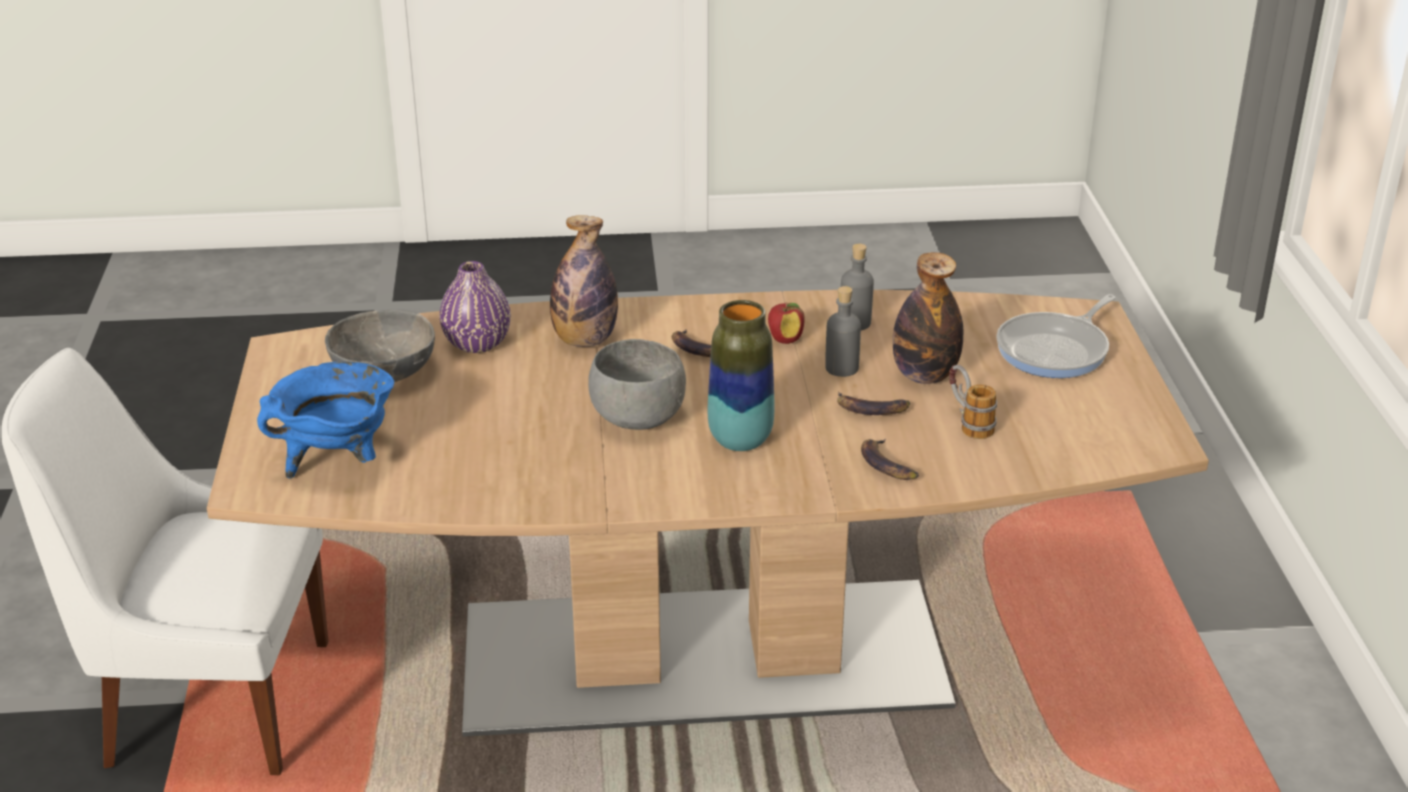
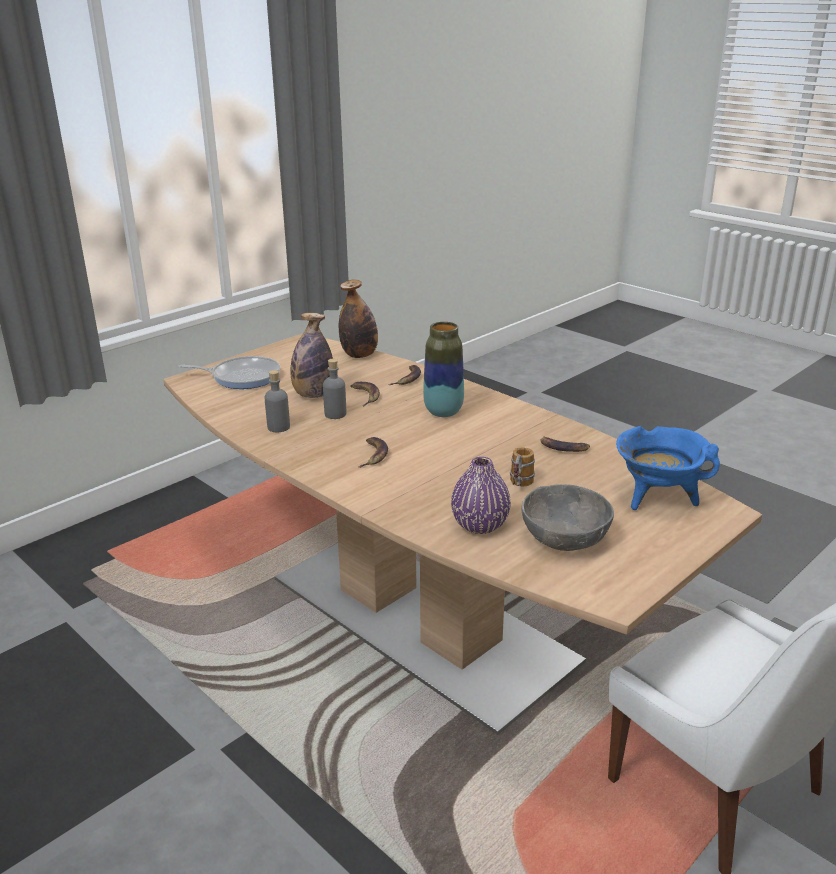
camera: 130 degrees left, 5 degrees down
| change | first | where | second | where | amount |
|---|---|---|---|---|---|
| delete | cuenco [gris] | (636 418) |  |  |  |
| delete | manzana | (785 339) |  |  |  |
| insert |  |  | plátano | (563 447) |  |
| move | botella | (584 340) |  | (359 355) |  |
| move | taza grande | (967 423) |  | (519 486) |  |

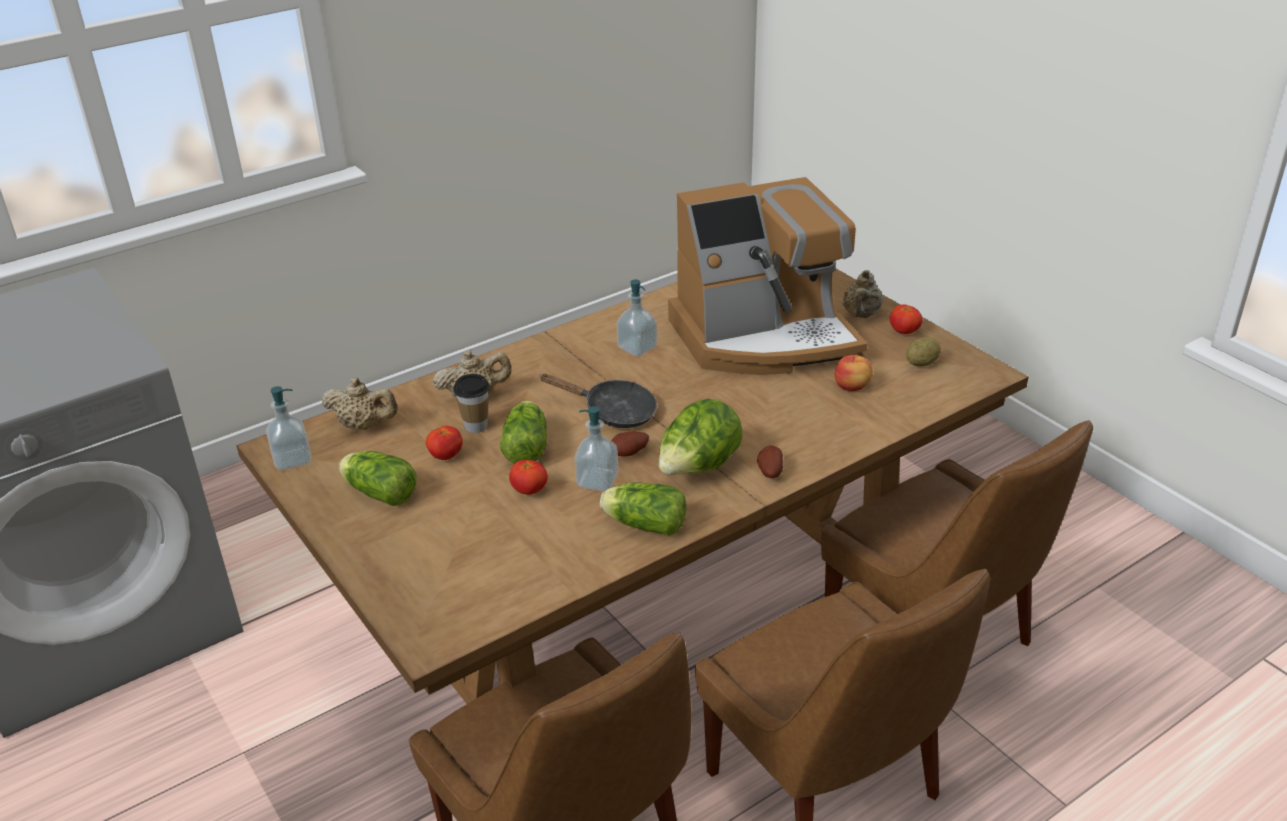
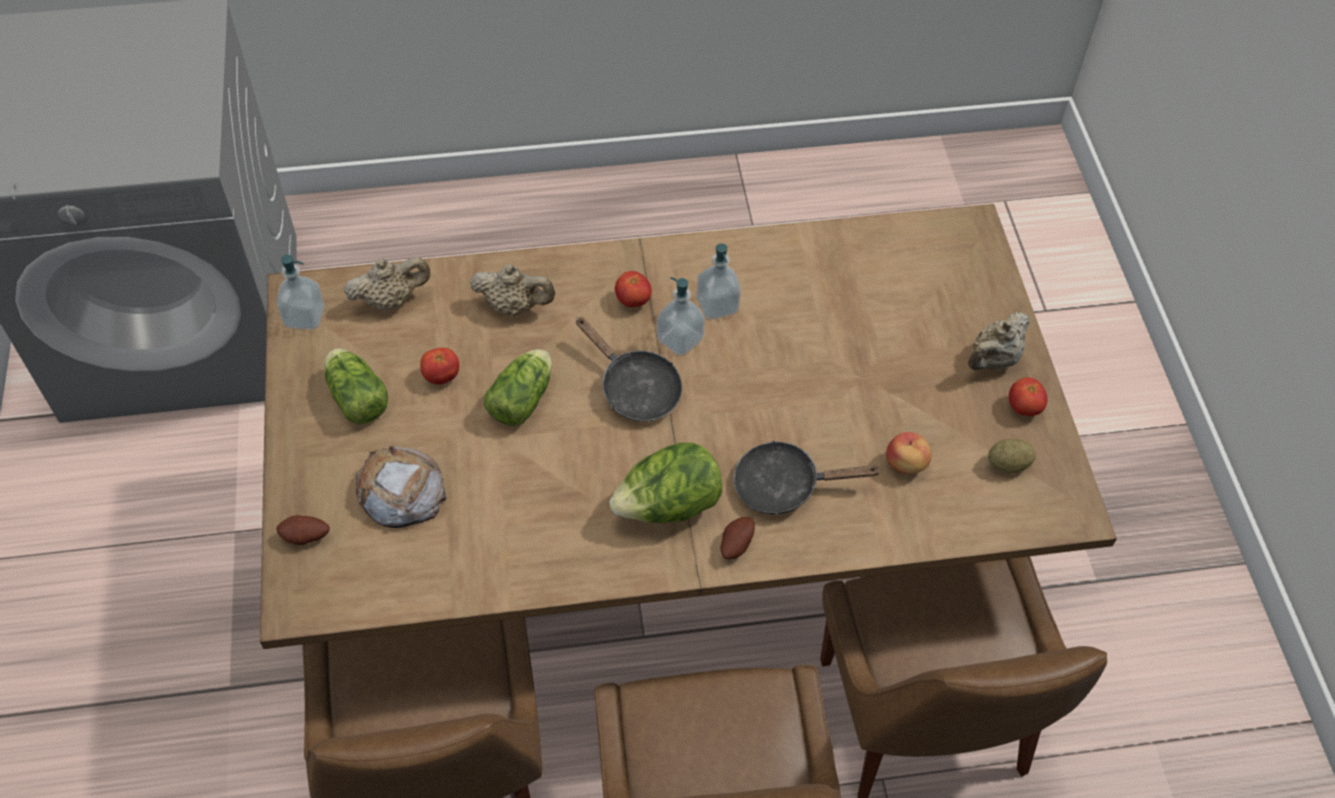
camera: 25 degrees right, 20 degrees up
| change | first | where | second | where | amount |
|---|---|---|---|---|---|
| delete | taza | (476 426) |  |  |  |
| delete | lechuga | (642 524) |  |  |  |
| delete | cafetera | (764 338) |  |  |  |
| insert |  |  | pan | (400 491) |  |
| insert |  |  | sartén [negro] | (784 485) |  |
| move | tomate | (529 491) |  | (633 301) |  |
| move | dispensador de jabón | (597 481) |  | (680 339) |  |
| move | patata | (629 454) |  | (305 538) |  |
| rotate | tetera [beis] | (364 426) |  | (391 300) | 60 degrees counterclockwise |

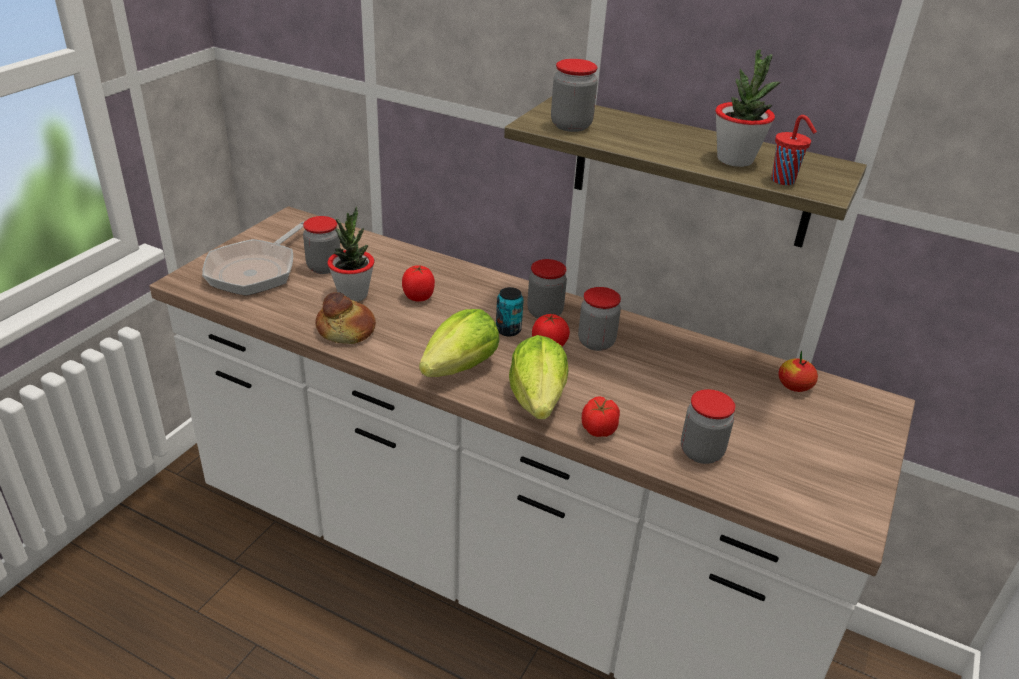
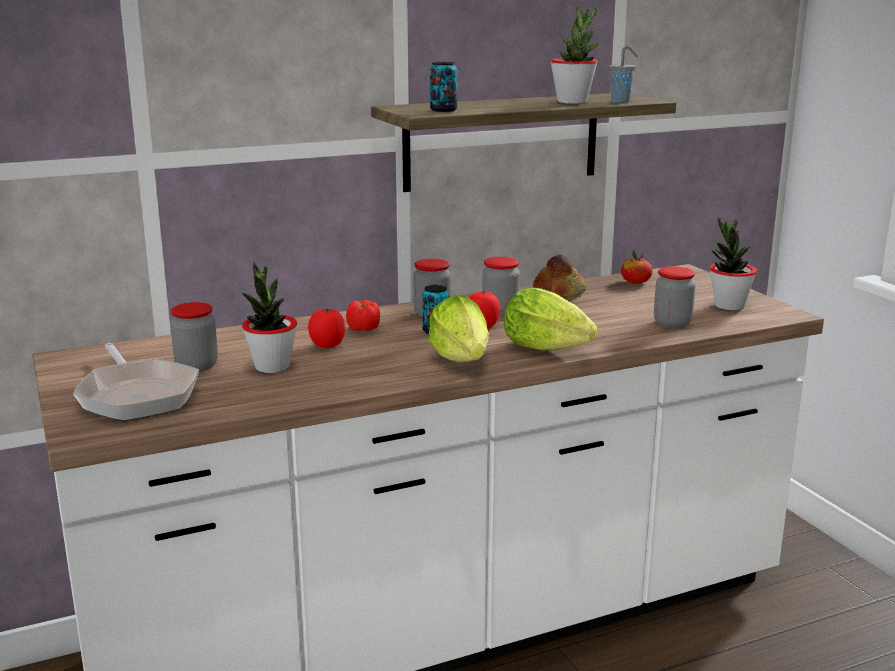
camera: 50 degrees left, 15 degrees down
| change | first | where | second | where | amount |
|---|---|---|---|---|---|
| insert |  |  | planta en maceta | (729 306) |  |
| move | pan | (346 330) |  | (558 292) |  |
| move | tomate | (598 430) |  | (364 329) |  |
| replace | tarro | (571 126) | lata | (443 110) |  |
| recolor | taza [rojo] | (784 181) | taza [gris] | (621 101) |  |

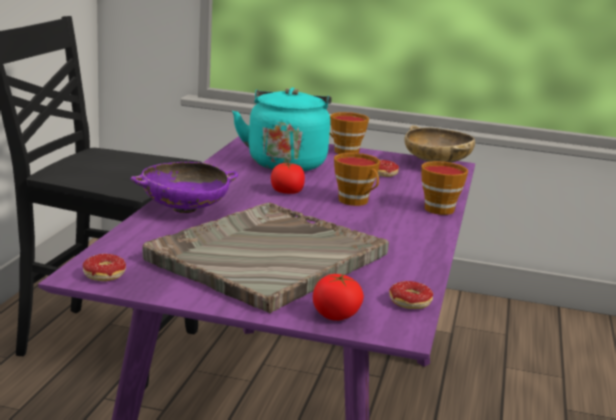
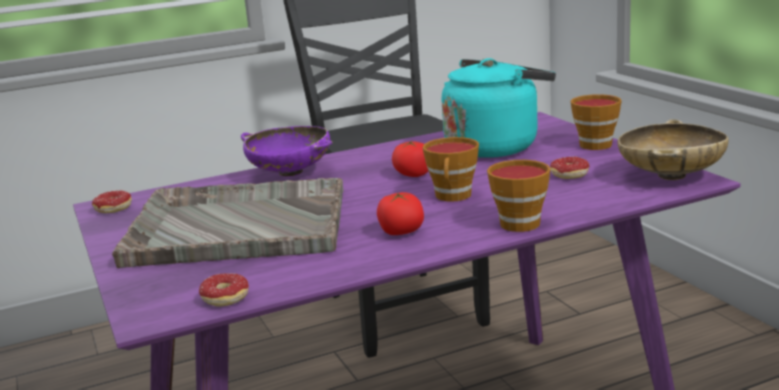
camera: 55 degrees right, 0 degrees up
| change | first | where | second | where | amount |
|---|---|---|---|---|---|
| move | tomate | (336 315) |  | (401 232) |  |

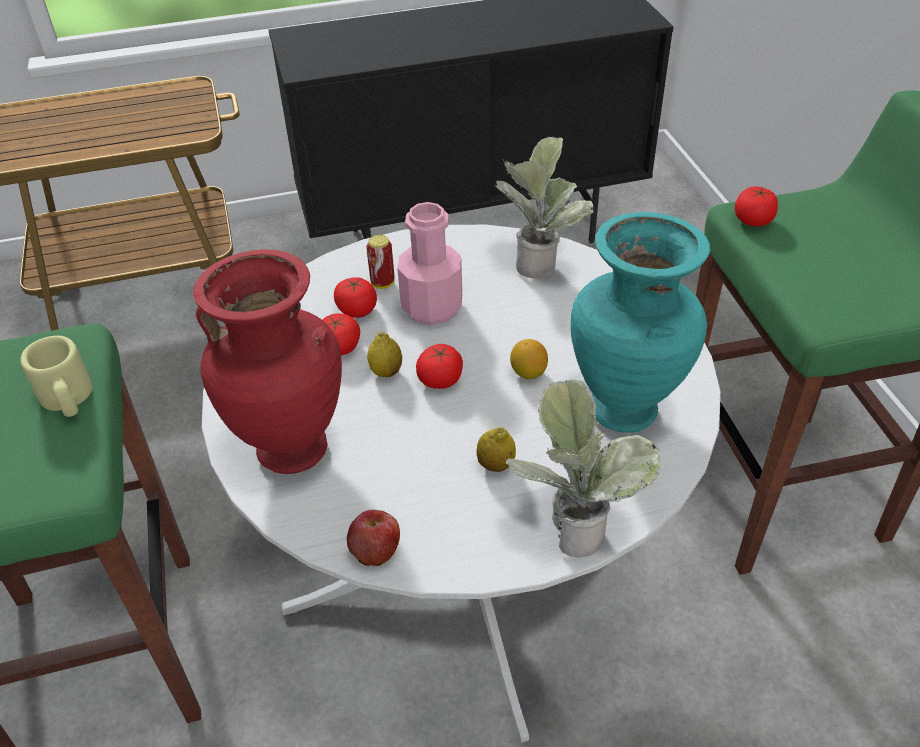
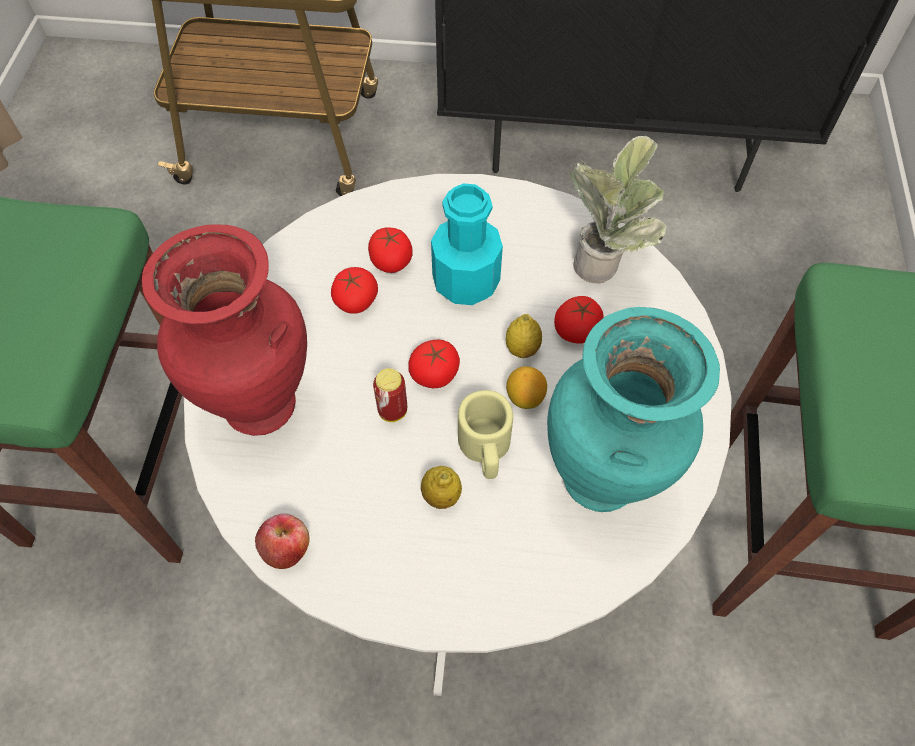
camera: 20 degrees right, 15 degrees up
| change | first | where | second | where | amount |
|---|---|---|---|---|---|
| delete | planta en maceta | (573 524) |  |  |  |
| move | taza grande [beis] | (68 399) |  | (485 449) |  |
| move | lata | (382 283) |  | (392 411) |  |
| move | limón | (386 372) |  | (522 349) |  |
| move | tomate | (753 219) |  | (577 330) |  |
| recolor | botella [rosa] | (432 307) | botella [turquesa] | (466 282) |  |

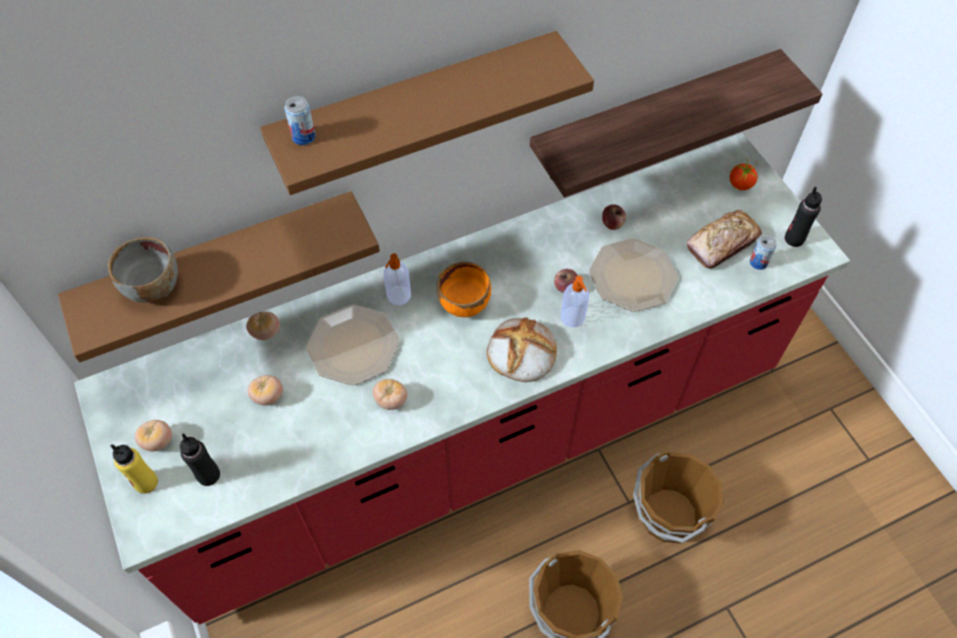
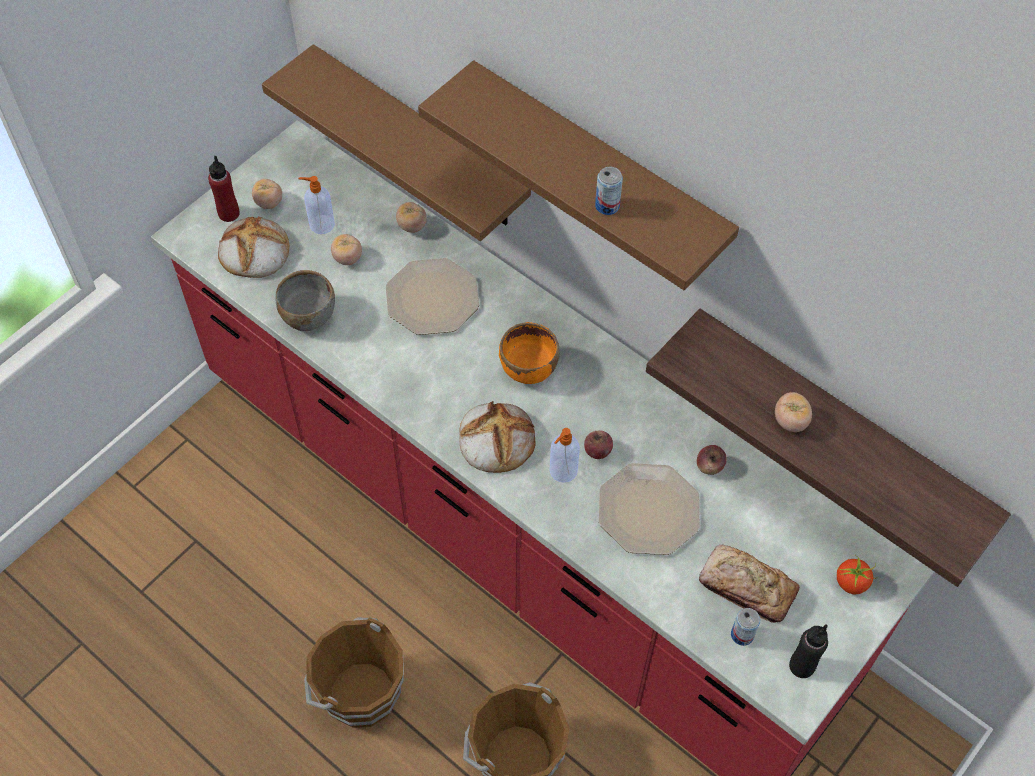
camera: 65 degrees right, 0 degrees up
| change | first | where | second | where | amount |
|---|---|---|---|---|---|
| move | cuenco [gris] | (152 286) |  | (308 315) |  |
| move | lata | (303 136) |  | (607 206) |  |
| move | tomate | (391 400) |  | (790 421) |  |
| move | dispensador de jabón | (398 296) |  | (321 224) |  |
| replace | botella [negro] | (208 475) | pan | (254 252) |  |
| recolor | botella [amarillo] | (146 482) | botella [rojo] | (228 213) |  |

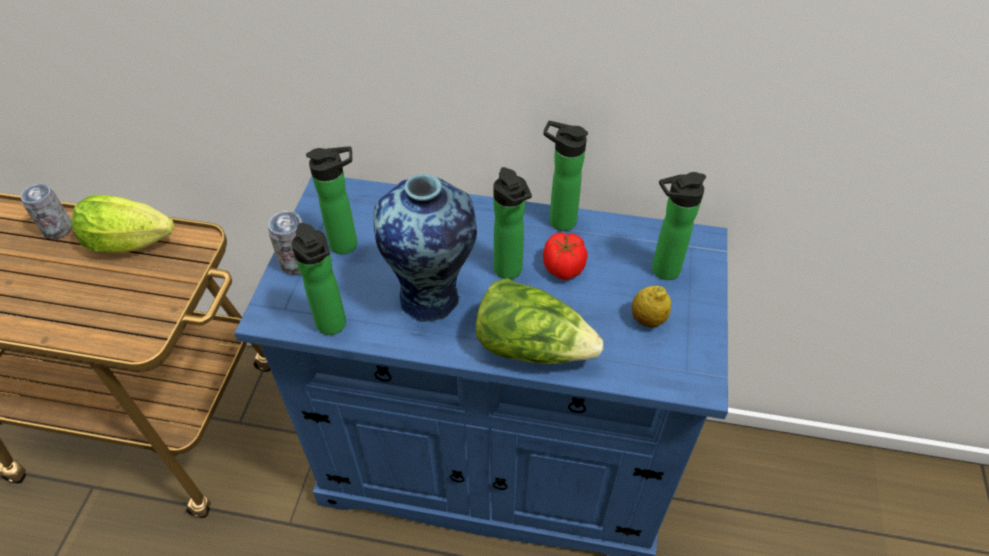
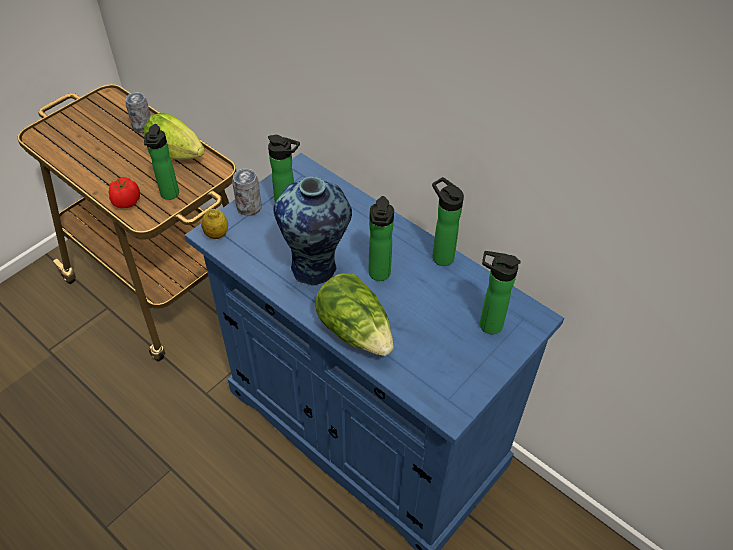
camera: 30 degrees right, 0 degrees up
| change | first | where | second | where | amount |
|---|---|---|---|---|---|
| move | botella | (333 327) |  | (169 195) |  |
| move | tomate | (563 268) |  | (126 202) |  |
| move | limón | (648 319) |  | (216 234) |  |

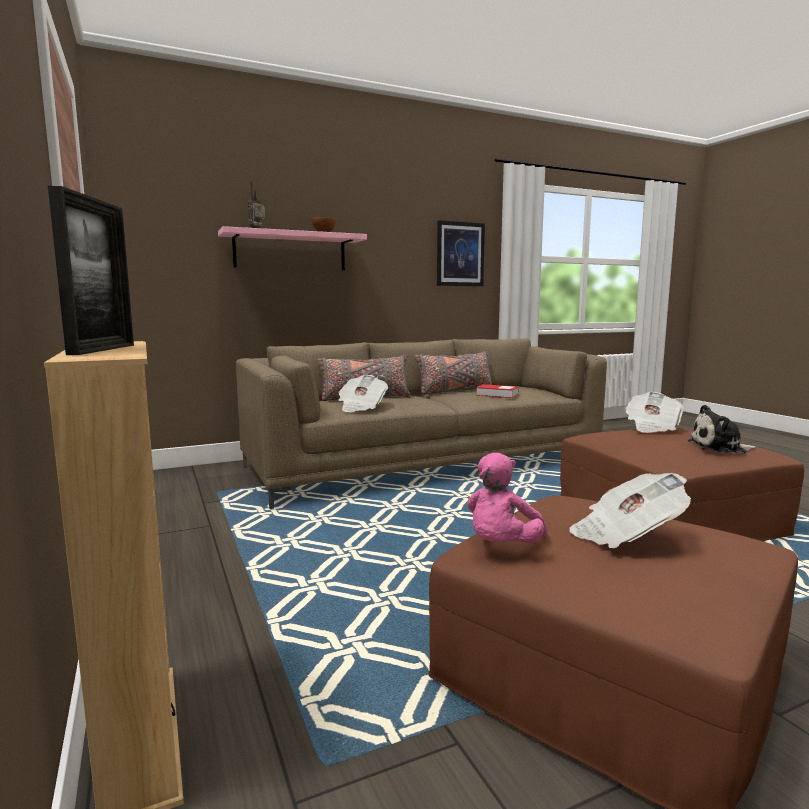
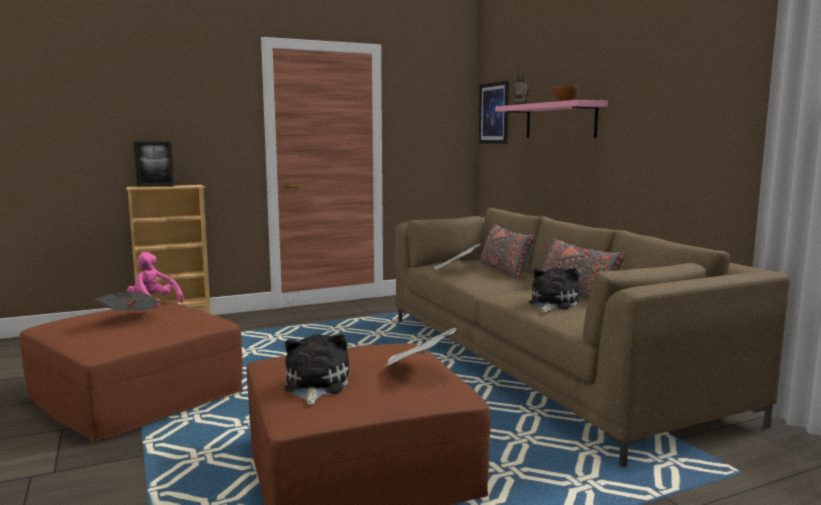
camera: 90 degrees right, 0 degrees up
| change | first | where | second | where | amount |
|---|---|---|---|---|---|
| move | cuadro | (460 254) |  | (494 113) |  |
| replace | libro | (497 395) | peluche | (551 304) |  |

